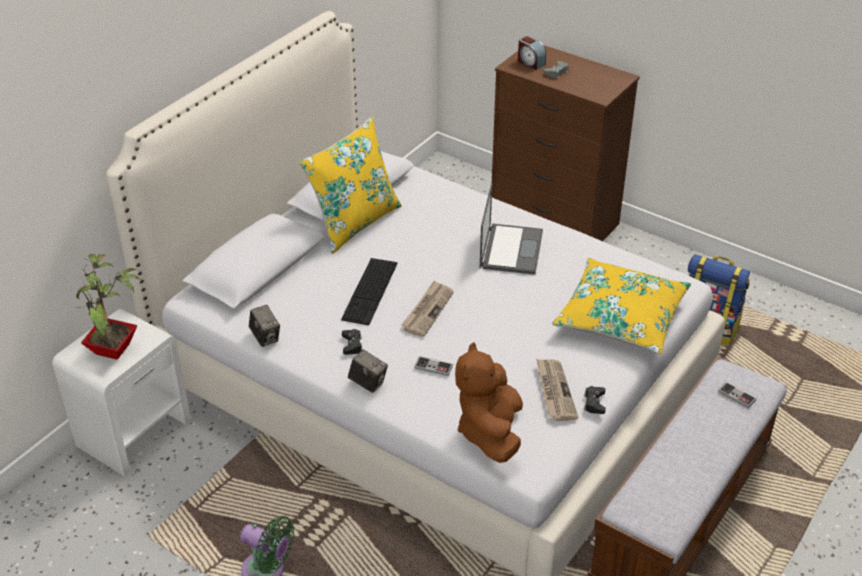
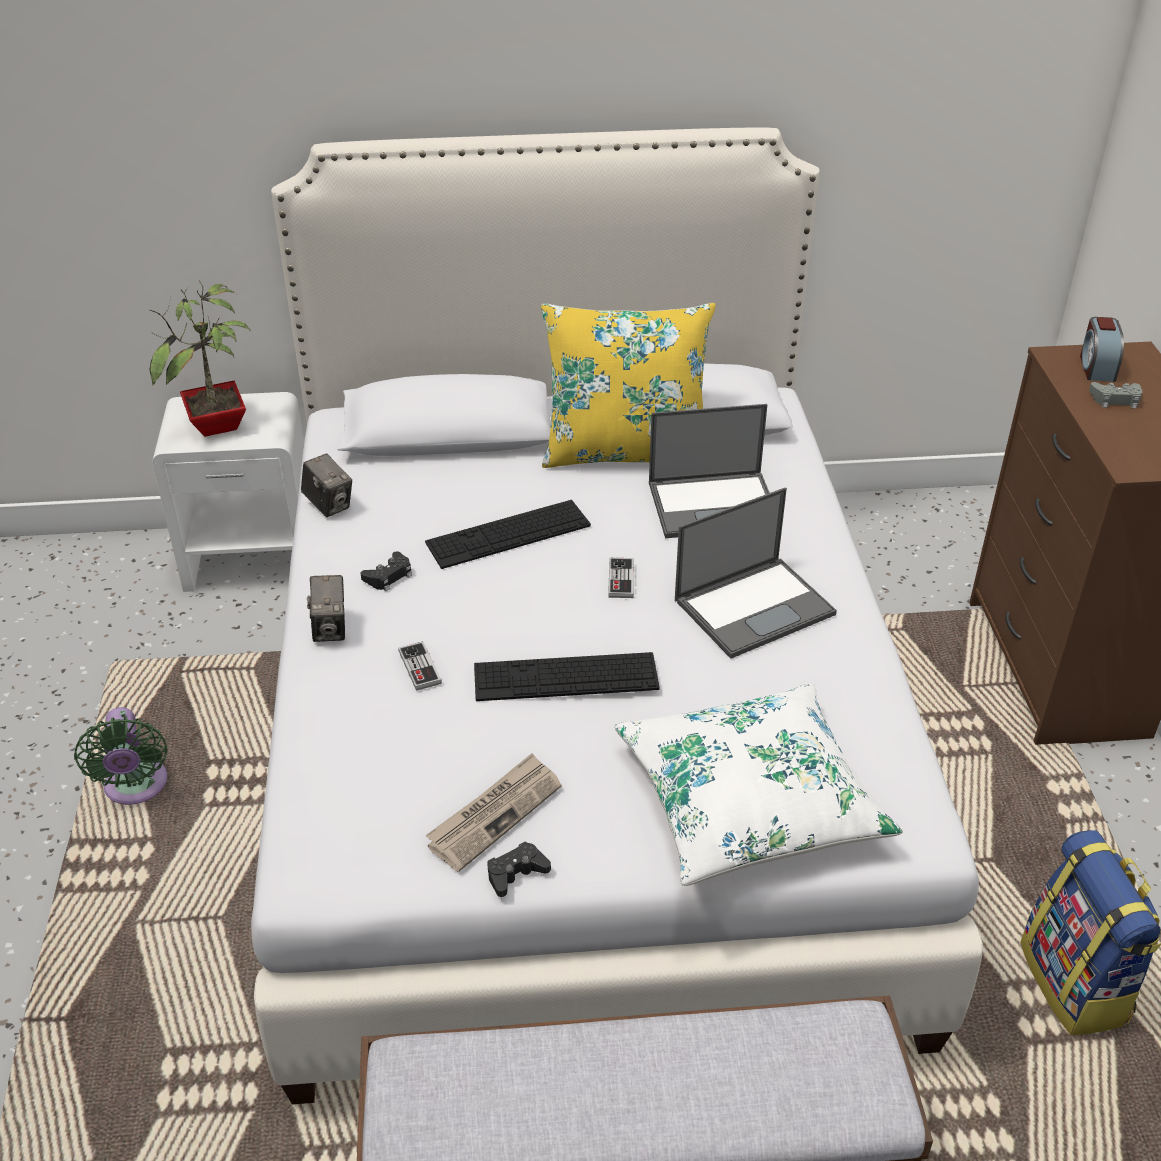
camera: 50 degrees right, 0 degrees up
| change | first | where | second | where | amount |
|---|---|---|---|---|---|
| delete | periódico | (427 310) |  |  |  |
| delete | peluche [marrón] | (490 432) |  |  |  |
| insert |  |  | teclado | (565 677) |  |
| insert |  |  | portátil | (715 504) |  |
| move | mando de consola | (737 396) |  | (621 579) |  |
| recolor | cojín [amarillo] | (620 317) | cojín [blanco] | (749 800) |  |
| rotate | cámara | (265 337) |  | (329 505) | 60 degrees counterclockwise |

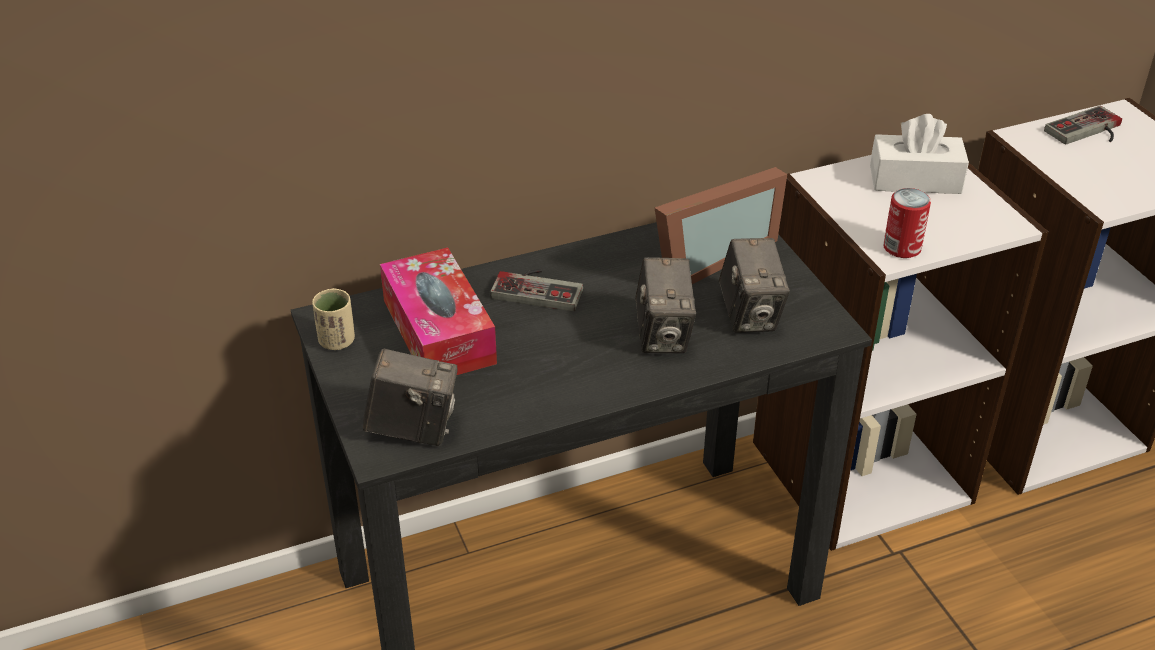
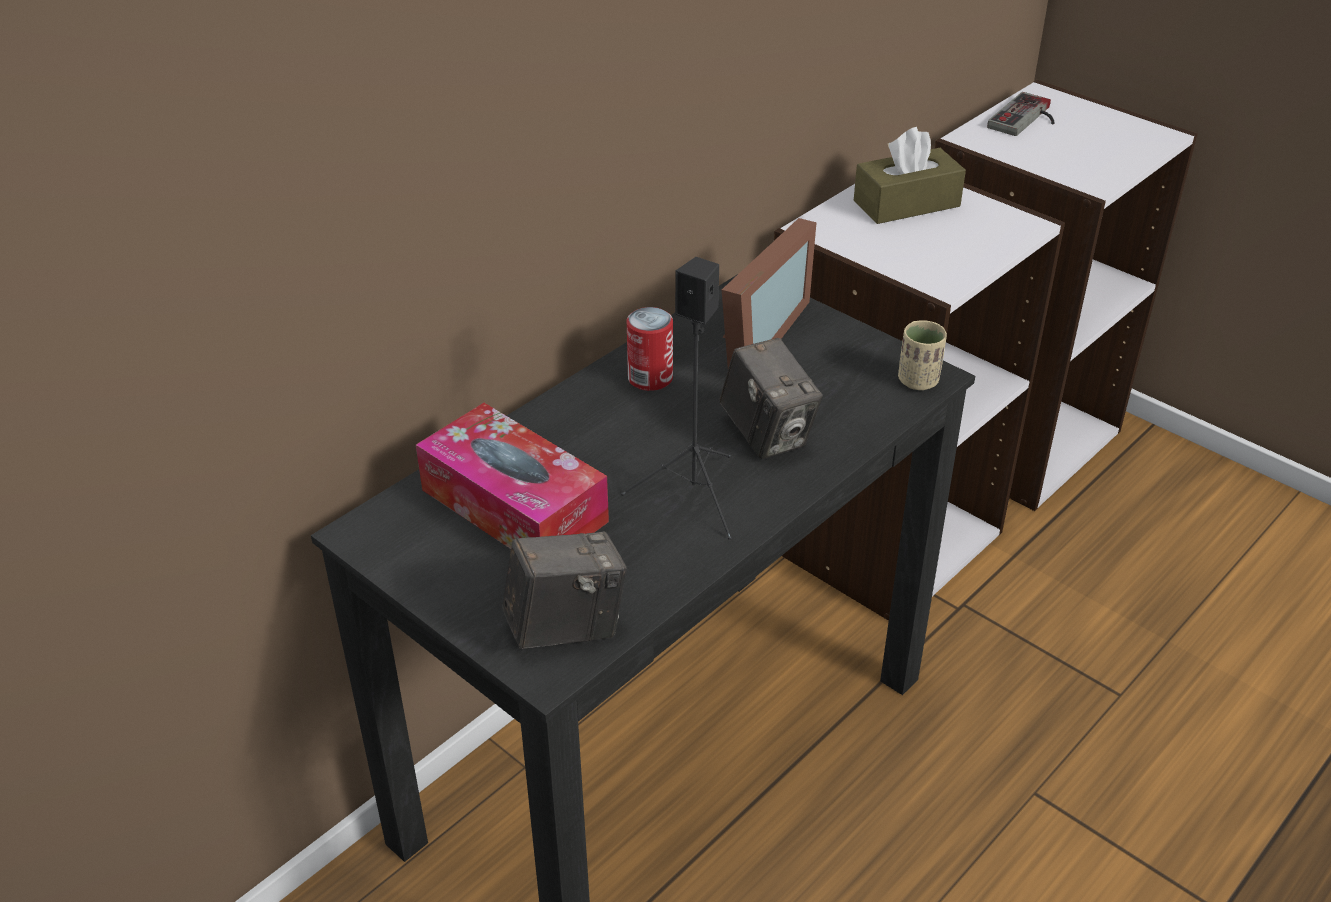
camera: 25 degrees left, 0 degrees up
| change | first | where | second | where | amount |
|---|---|---|---|---|---|
| delete | mando de consola | (539 288) |  |  |  |
| delete | cámara | (750 315) |  |  |  |
| insert |  |  | altavoz [negro] | (695 496) |  |
| move | taza [beis] | (337 341) |  | (918 381) |  |
| move | lata | (902 247) |  | (650 378) |  |
| recolor | caja de pañuelos [blanco] | (915 180) | caja de pañuelos [marrón] | (906 203) |  |

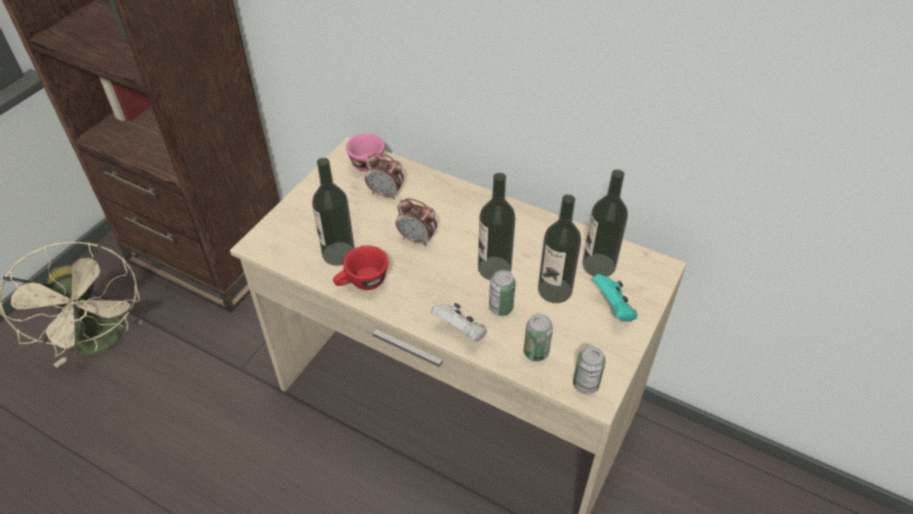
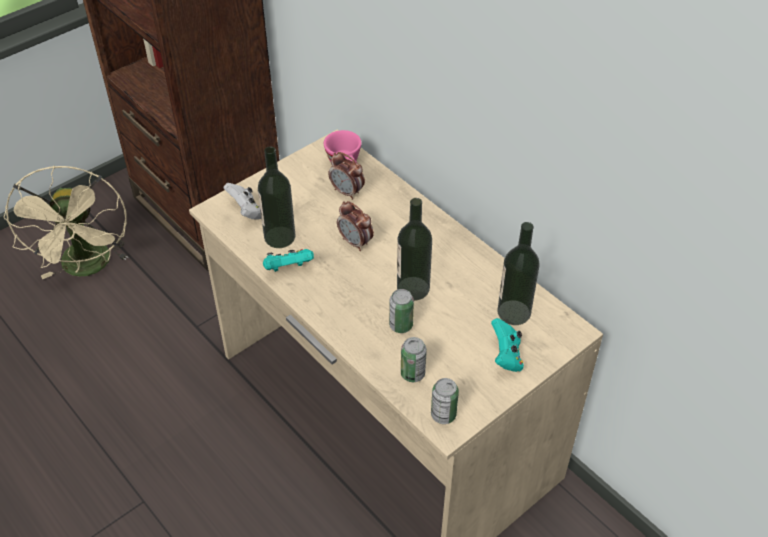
camera: 20 degrees right, 0 degrees up
| change | first | where | second | where | amount |
|---|---|---|---|---|---|
| delete | botella | (554 290) |  |  |  |
| move | mando de consola [blanco] | (461 332) |  | (247 212) |  |
| replace | taza [rojo] | (362 283) | mando de consola [turquesa] | (288 269) |  |

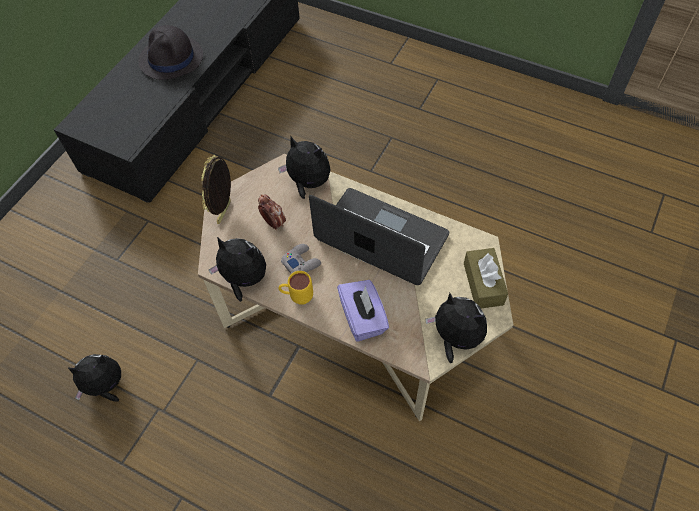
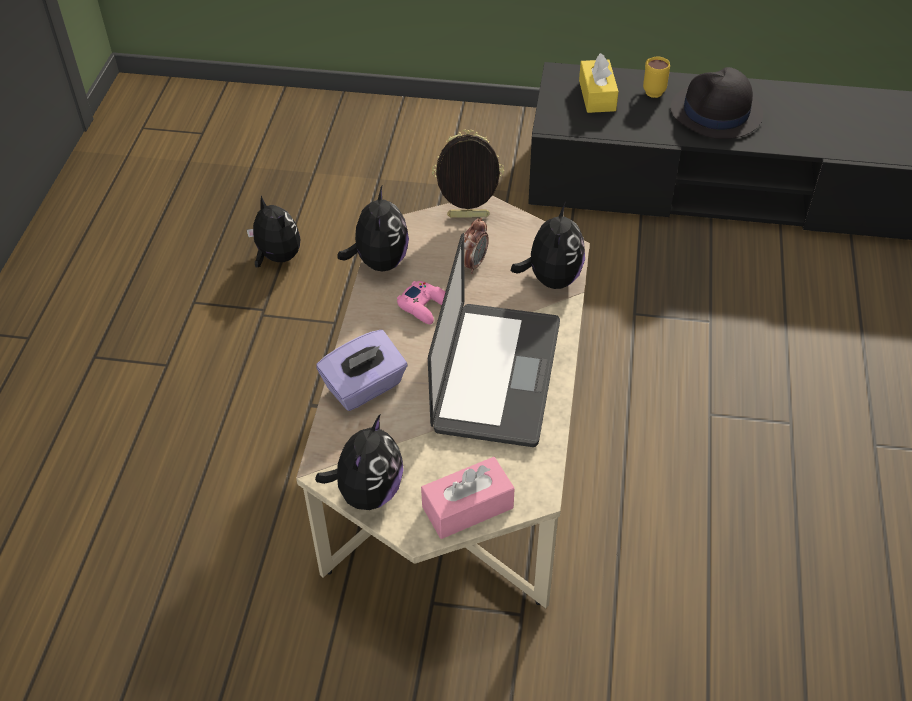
camera: 70 degrees right, 10 degrees down
| change | first | where | second | where | amount |
|---|---|---|---|---|---|
| insert |  |  | caja de pañuelos [amarillo] | (597 95) |  |
| move | taza grande [amarillo] | (297 297) |  | (651 90) |  |
| recolor | mando de consola [gris] | (301 262) | mando de consola [rosa] | (424 306) |  |
| recolor | caja de pañuelos [marrón] | (483 284) | caja de pañuelos [rosa] | (467 507) |  |

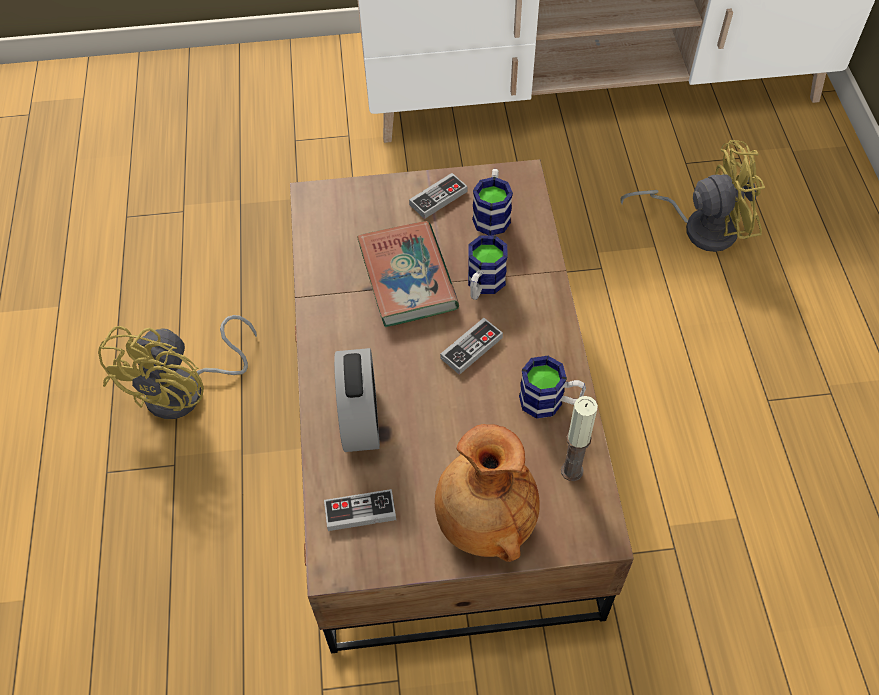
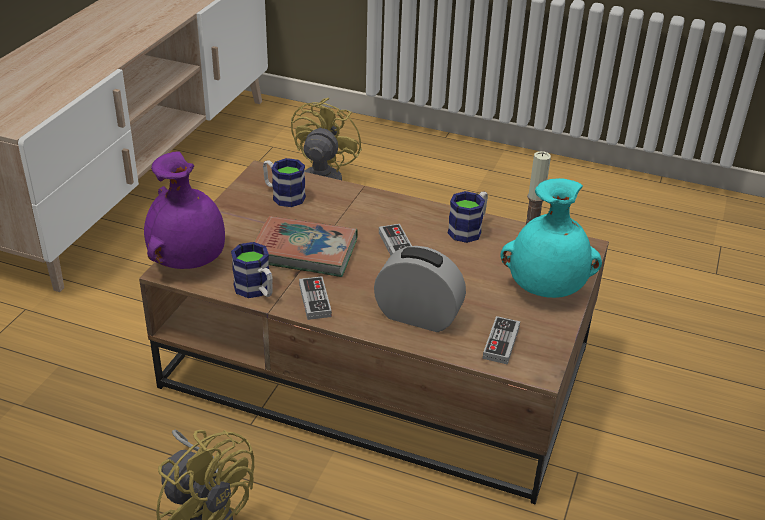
camera: 65 degrees left, 20 degrees down
| change | first | where | second | where | amount |
|---|---|---|---|---|---|
| insert |  |  | florero [morado] | (189 261) |  |
| move | mando de consola | (438 198) |  | (315 300) |  |
| move | taza grande | (483 285) |  | (256 290) |  |
| recolor | florero [marrón] | (483 522) | florero [turquesa] | (546 289) |  |

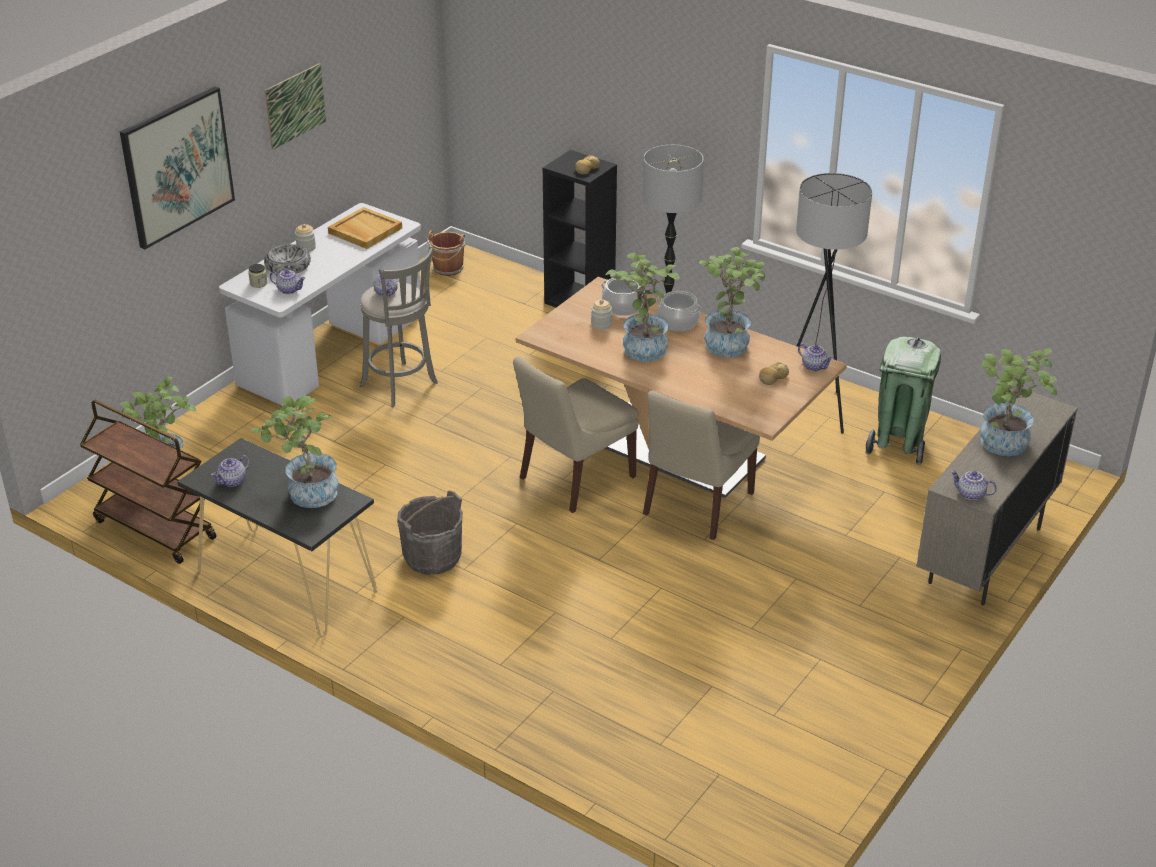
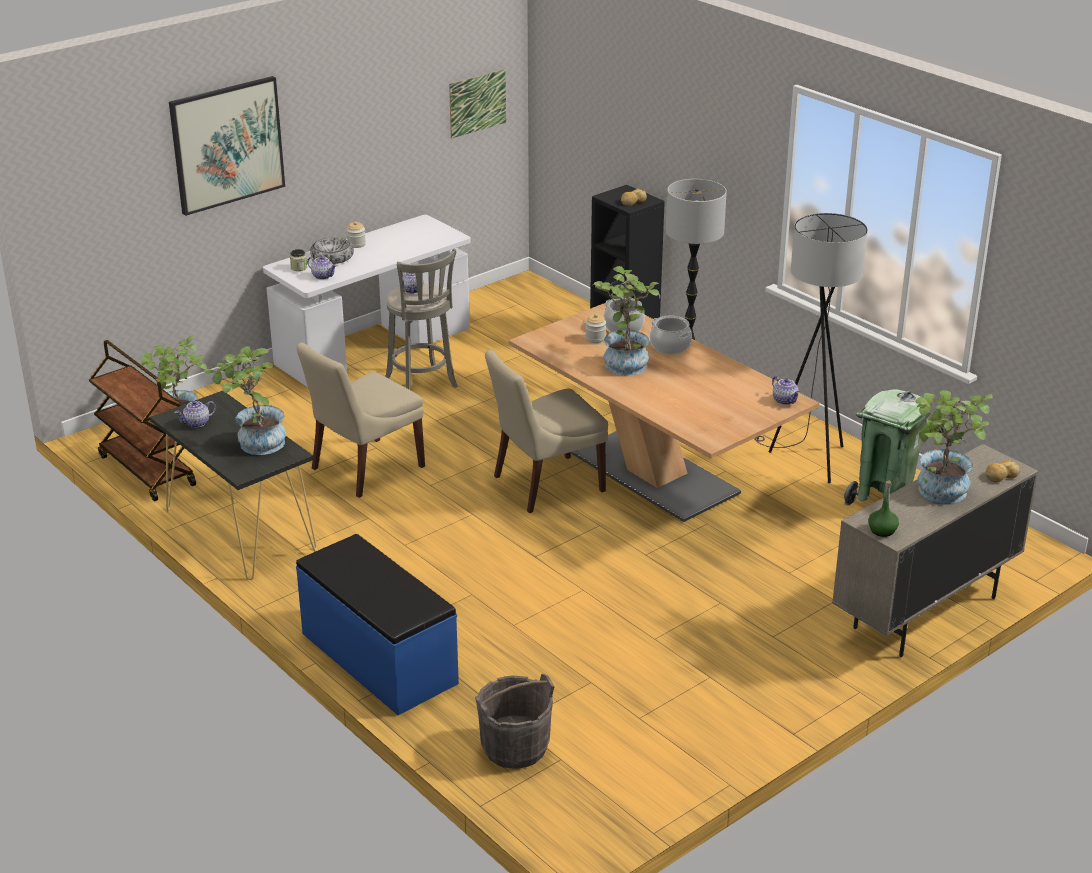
camera: 15 degrees right, 5 degrees down
| change | first | where | second | where | amount |
|---|---|---|---|---|---|
| delete | bandeja [beis] | (364 230) |  |  |  |
| delete | cubo [marrón] | (448 269) |  |  |  |
| delete | planta en maceta | (730 342) |  |  |  |
| insert |  |  | banco [azul] | (377 659) |  |
| move | cuadro | (295 106) |  | (477 103) |  |
| move | cubo [gris] | (432 557) |  | (515 747) |  |
| move | silla [beis] | (696 506) |  | (364 469) |  |
| move | pan | (772 378) |  | (1000 476) |  |
| replace | tetera | (970 494) | botella [verde] | (882 530) |  |

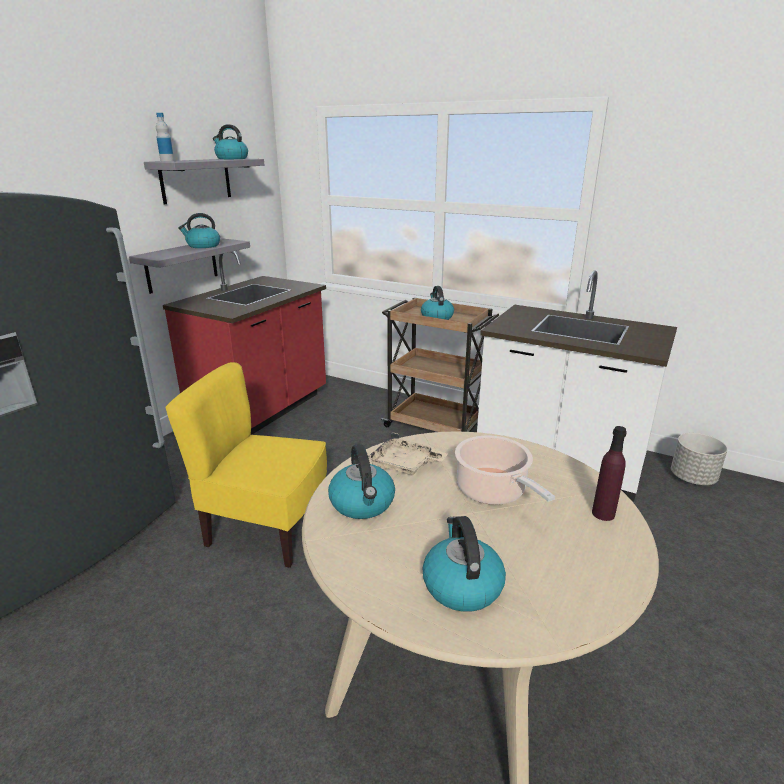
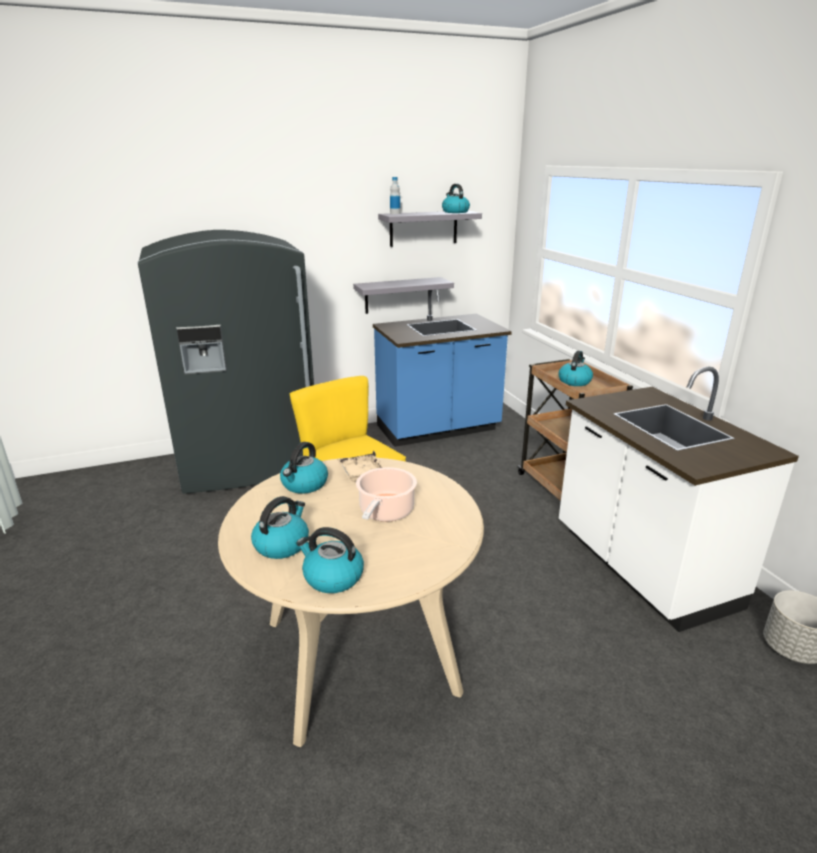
camera: 40 degrees right, 0 degrees up
| change | first | where | second | where | amount |
|---|---|---|---|---|---|
| delete | botella [morado] | (603 514) |  |  |  |
| move | hervidor | (203 246) |  | (332 577) |  |
| recolor | mueble bajo de cocina [rojo] | (262 412) | mueble bajo de cocina [azul] | (438 430) |  |

